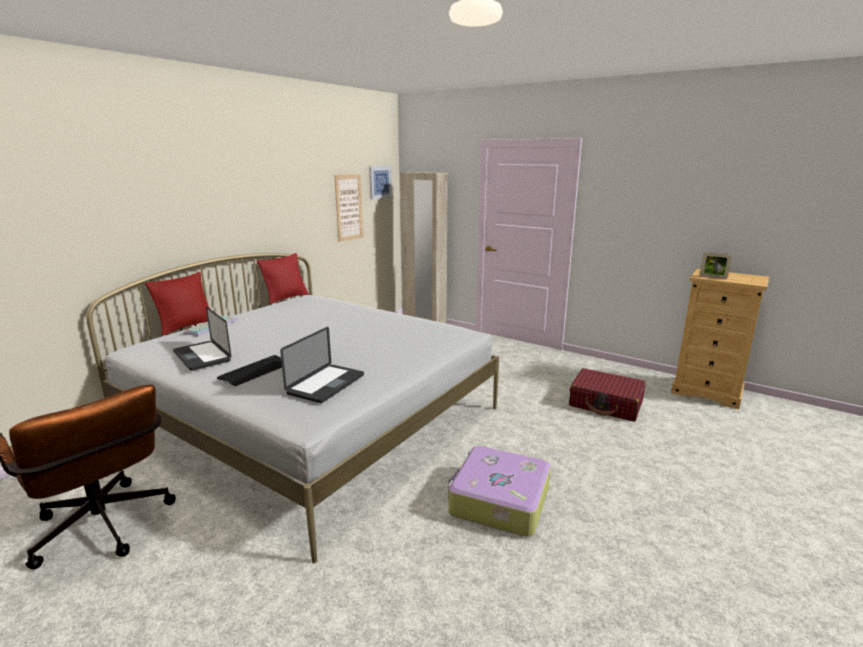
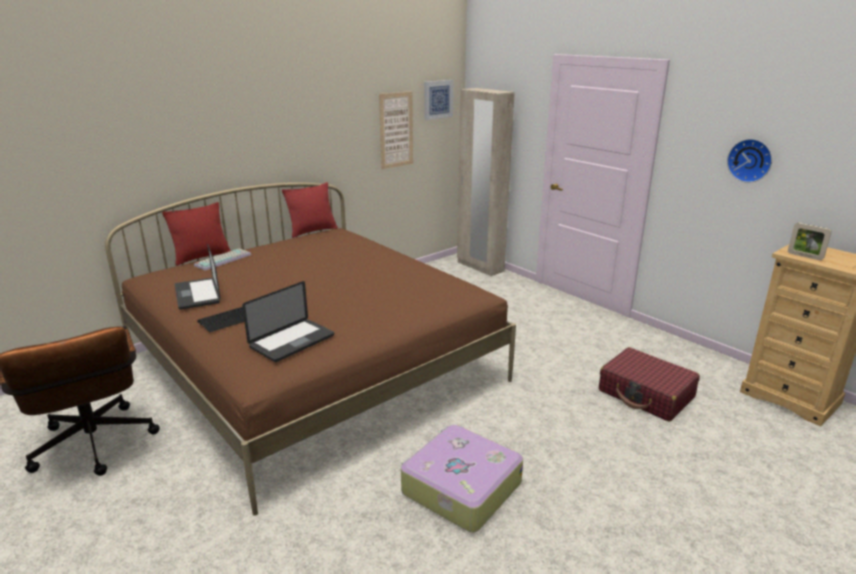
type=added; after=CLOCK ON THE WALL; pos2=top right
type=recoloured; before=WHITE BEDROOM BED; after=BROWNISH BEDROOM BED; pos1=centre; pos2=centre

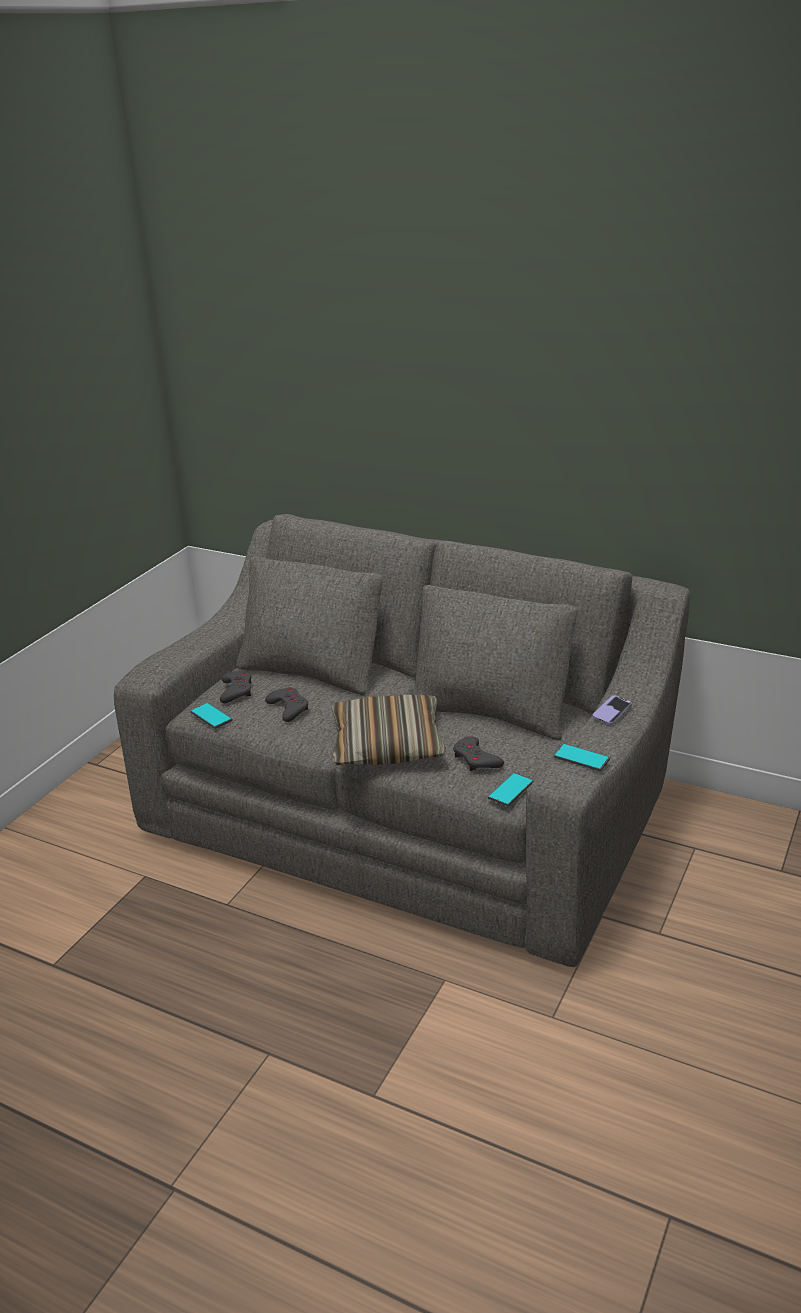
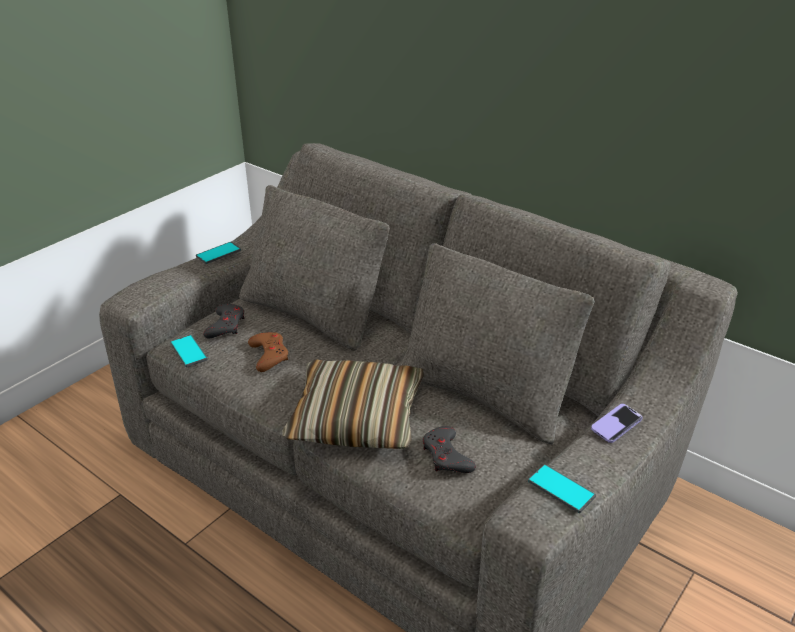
type=moved; before=PHONE (2nd from left); pos1=centre; pos2=middle left
type=recoloured; before=GRAY GAMEPAD (2nd from left); after=BROWNISH GAMEPAD; pos1=centre; pos2=centre

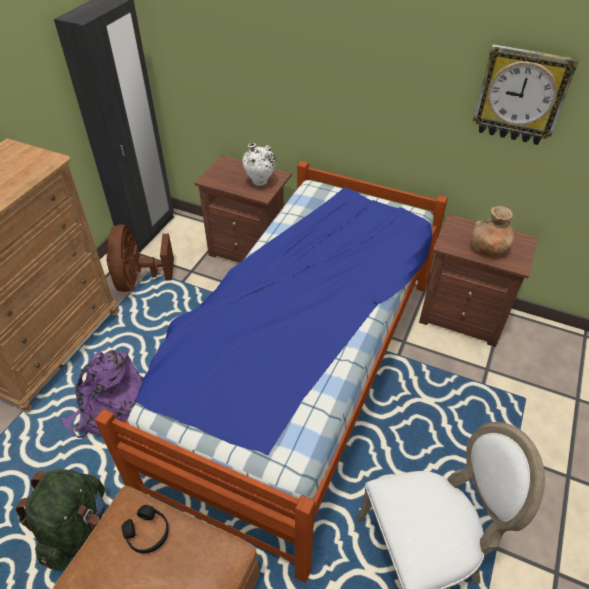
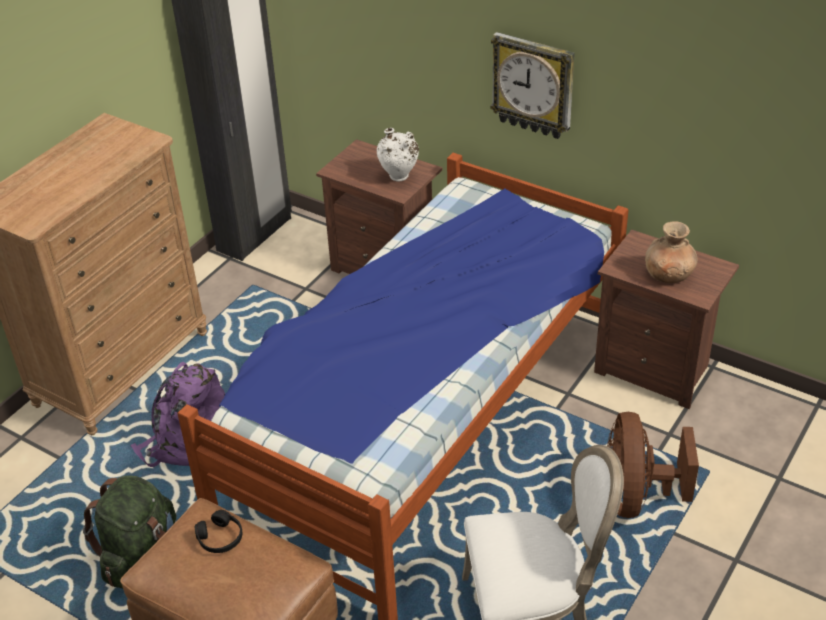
type=moved; before=BROWNISH ELECTRIC FAN; pos1=middle left; pos2=bottom right
type=moved; before=CLOCK ON THE WALL; pos1=top right; pos2=top centre

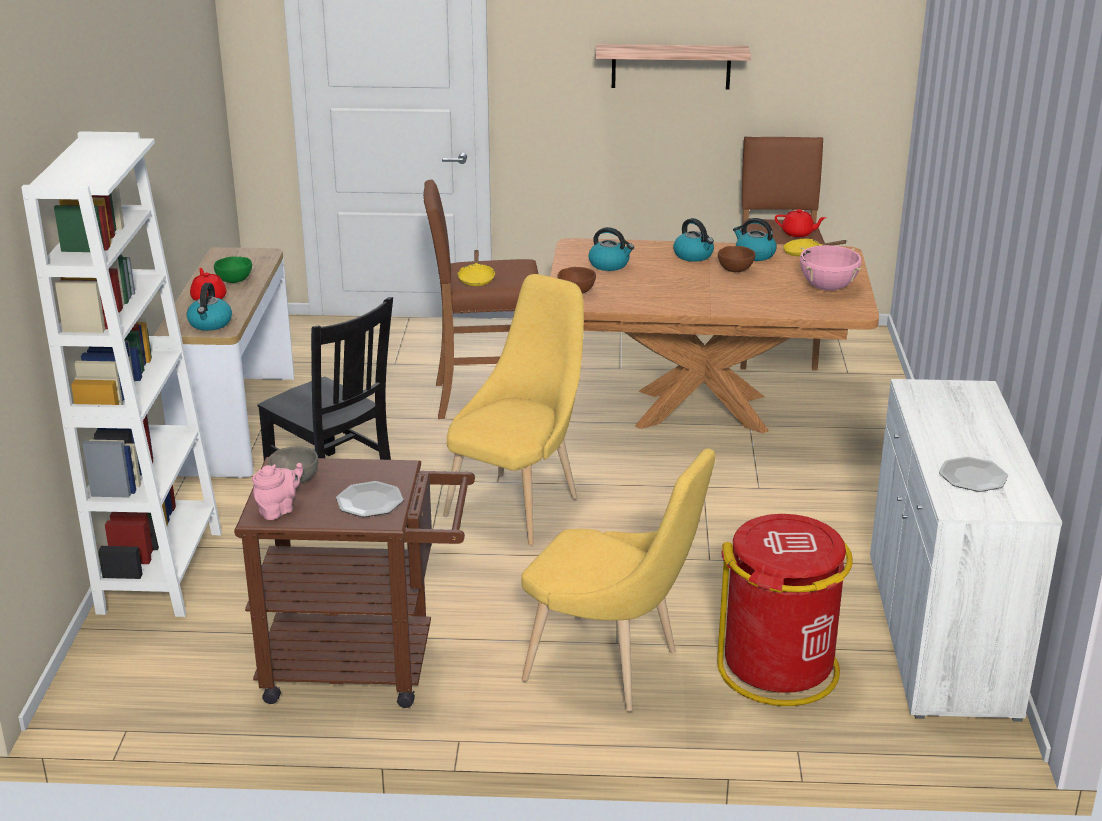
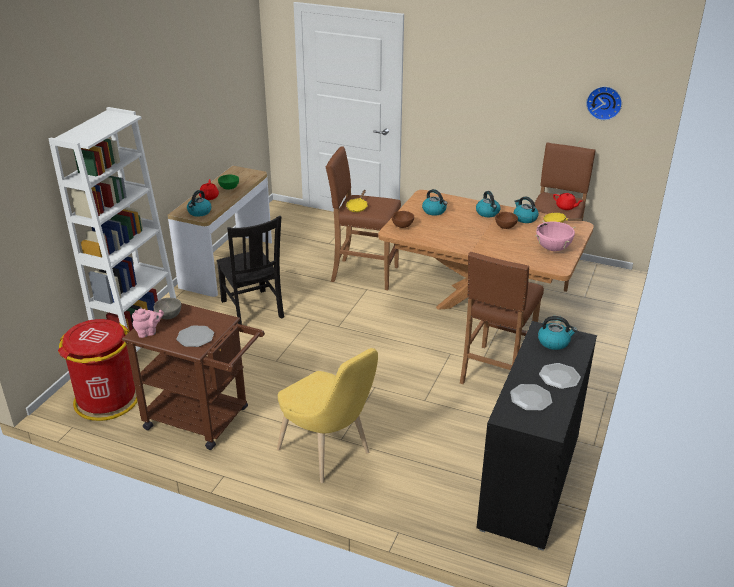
type=removed; before=YELLOWISH UPRIGHT CHAIR (1st from left); pos1=centre
type=removed; before=BRACKET SHELF; pos1=top centre
type=added; after=BROWNISH STOOL SEAT (2nd from left); pos2=middle right
type=added; after=WATER KETTLE (5th from left); pos2=middle right
type=added; after=FLAT DISH (3rd from left); pos2=middle right
type=added; after=CLOCK ON THE WALL; pos2=top right
type=moved; before=REDDISH WASTE BIN; pos1=bottom right; pos2=middle left
type=recoloured; before=WHITE CABINET; after=BLACKISH CABINET; pos1=bottom right; pos2=bottom right

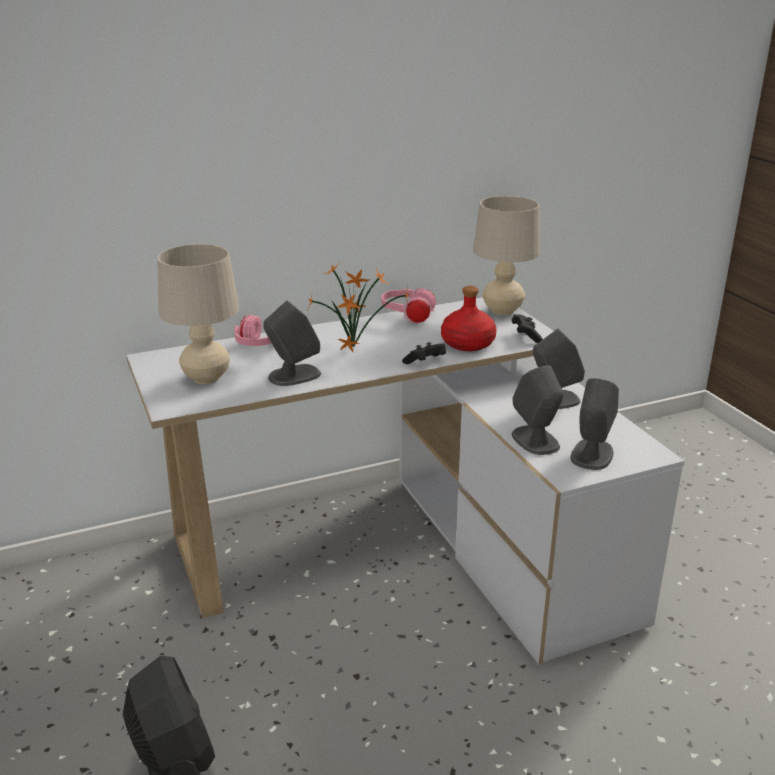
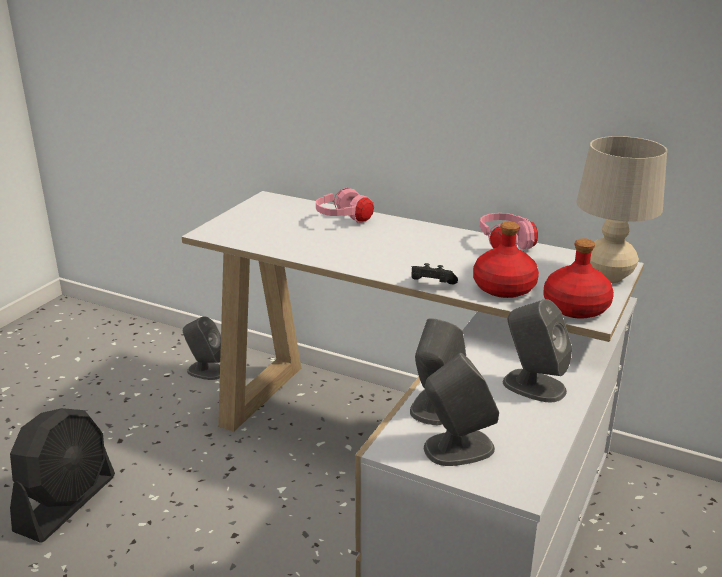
type=removed; before=BEIGE-COLOURED TABLETOP LAMP (1st from left); pos1=middle left
type=removed; before=PLANT IN A POT; pos1=centre
type=moved; before=GRAY AUDIO SPEAKER (1st from left); pos1=centre; pos2=middle left
type=replaced; before=BLACKISH GAMEPAD (2nd from left); after=REDDISH BEVERAGE BOTTLE (2nd from left); pos1=middle right; pos2=middle right

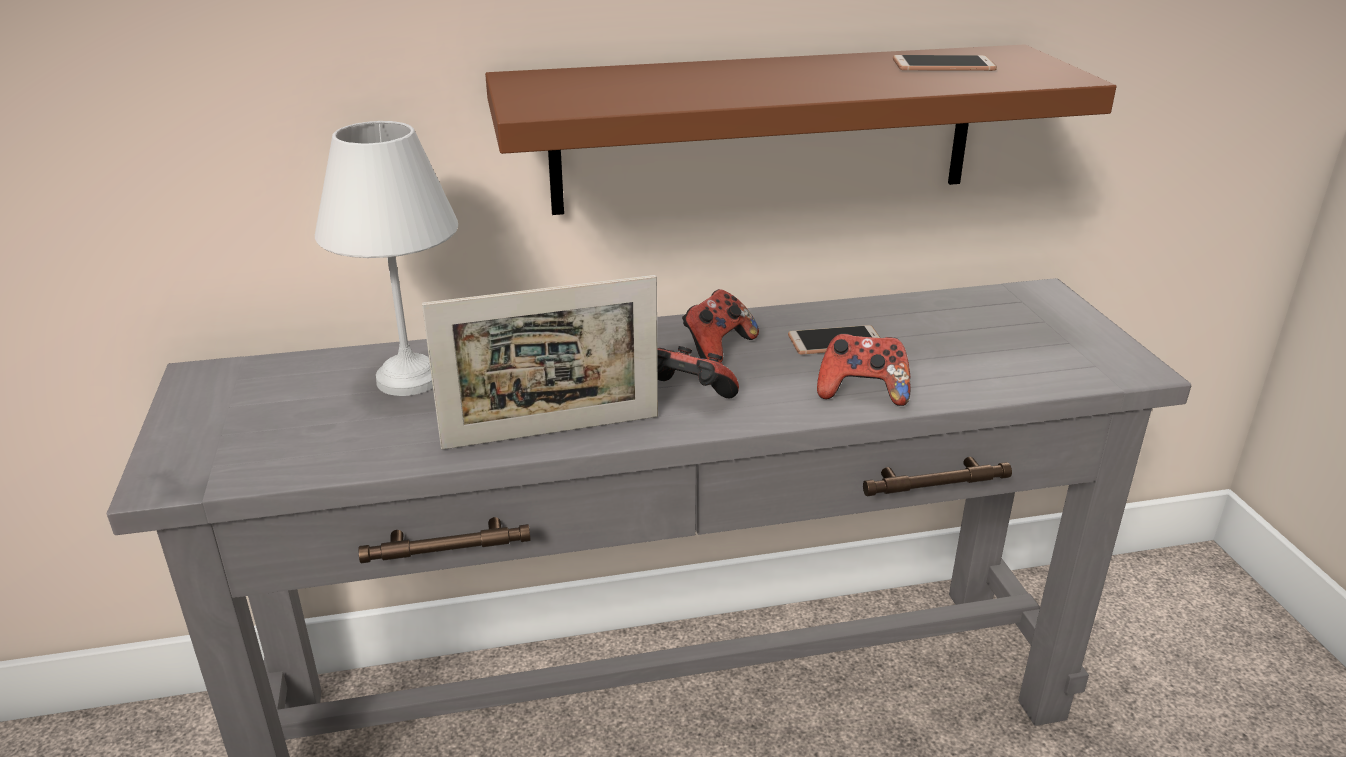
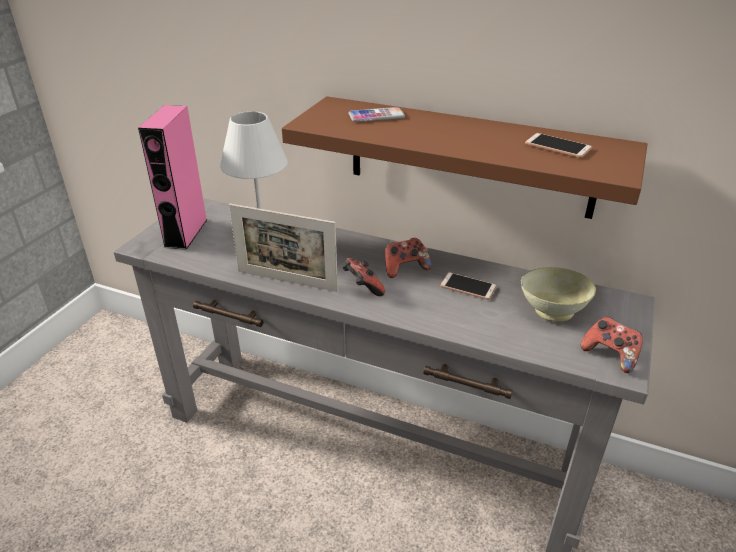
type=added; after=PINK AUDIO SPEAKER; pos2=top left
type=added; after=PHONE (1st from left); pos2=top centre
type=added; after=BEIGE-COLOURED SERVING BOWL; pos2=middle right
type=moved; before=GAMEPAD (3rd from left); pos1=centre; pos2=middle right

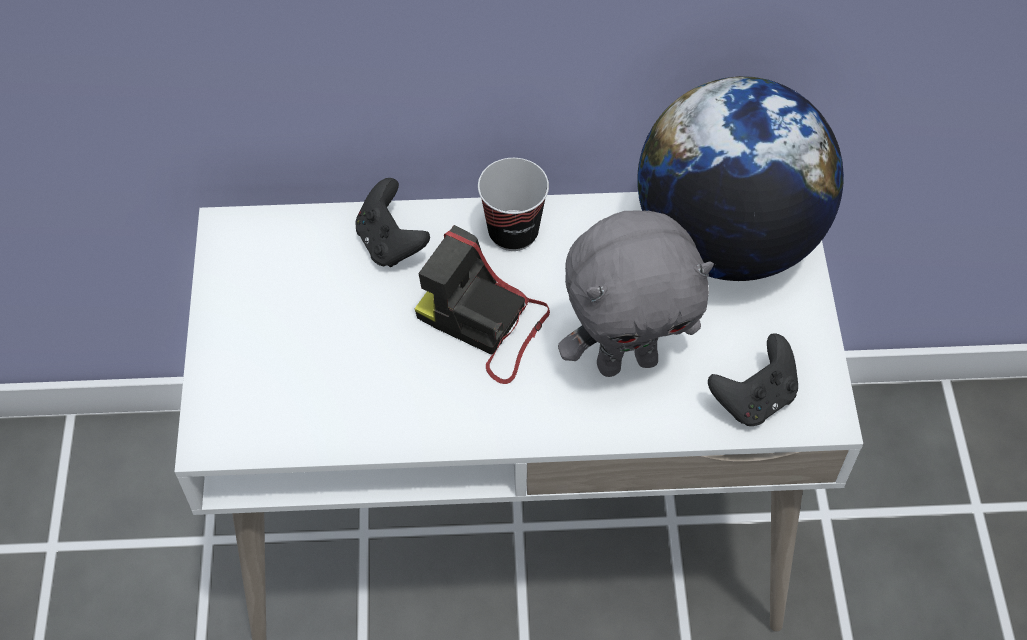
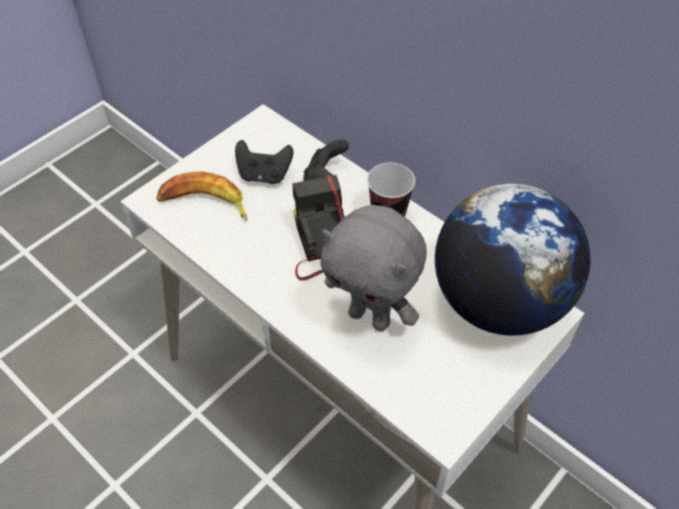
type=added; after=BANANA FRUIT; pos2=middle left
type=moved; before=BLACKISH GAMEPAD (2nd from left in the first image); after=BLACKISH GAMEPAD (1st from left); pos1=middle right; pos2=top centre

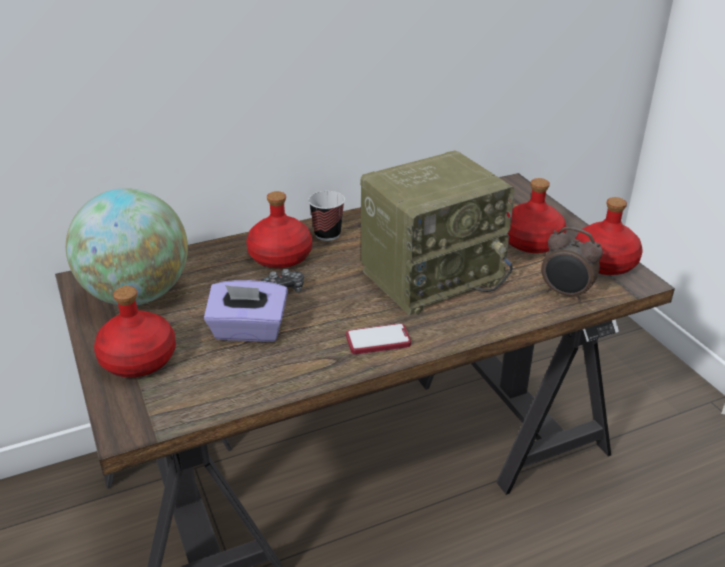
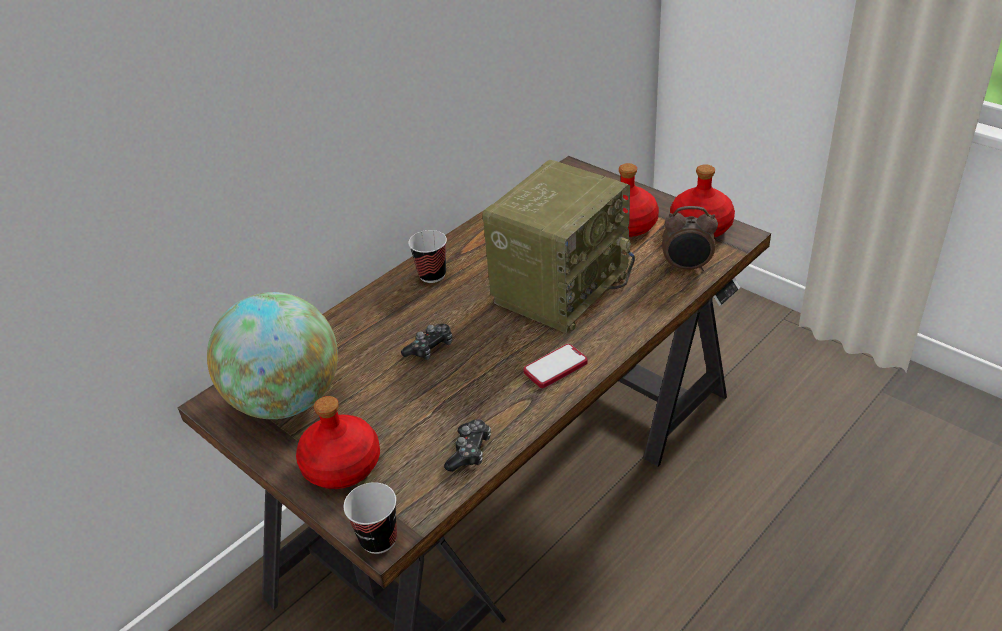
type=removed; before=PURPLISH TISSUE HOLDER; pos1=centre
type=removed; before=REDDISH BEVERAGE BOTTLE (2nd from left); pos1=centre
type=added; after=SMALL CUP (1st from left); pos2=bottom centre
type=added; after=GAMEPAD (2nd from left); pos2=bottom centre

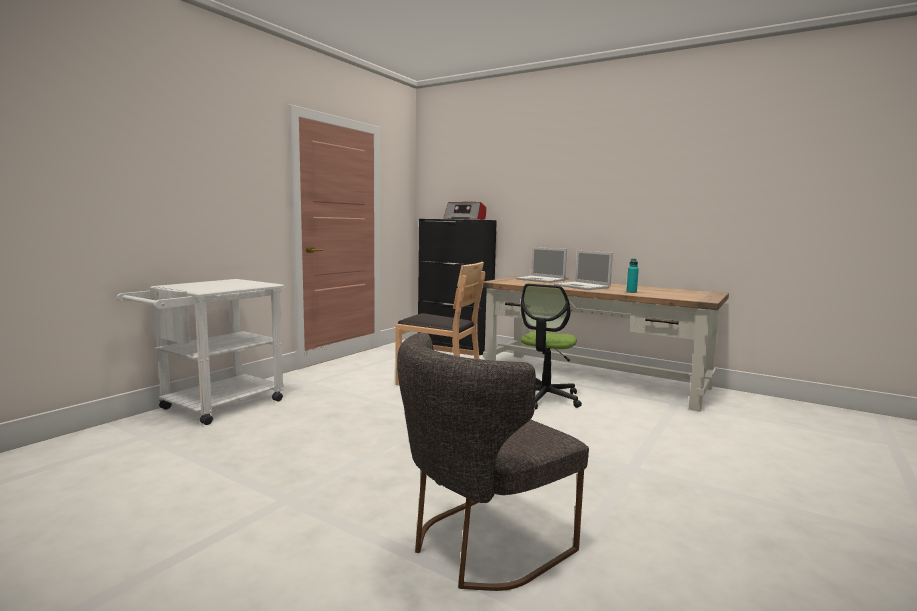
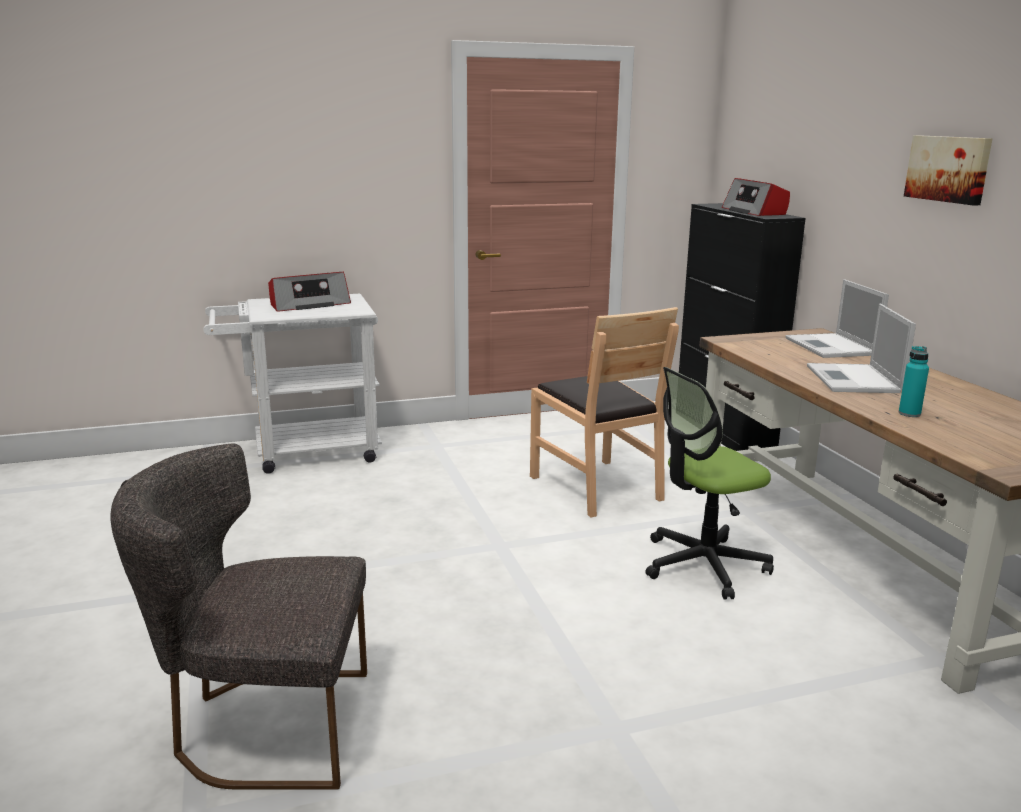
type=added; after=RADIO SET (1st from left); pos2=middle left
type=added; after=PICTURE; pos2=top right

